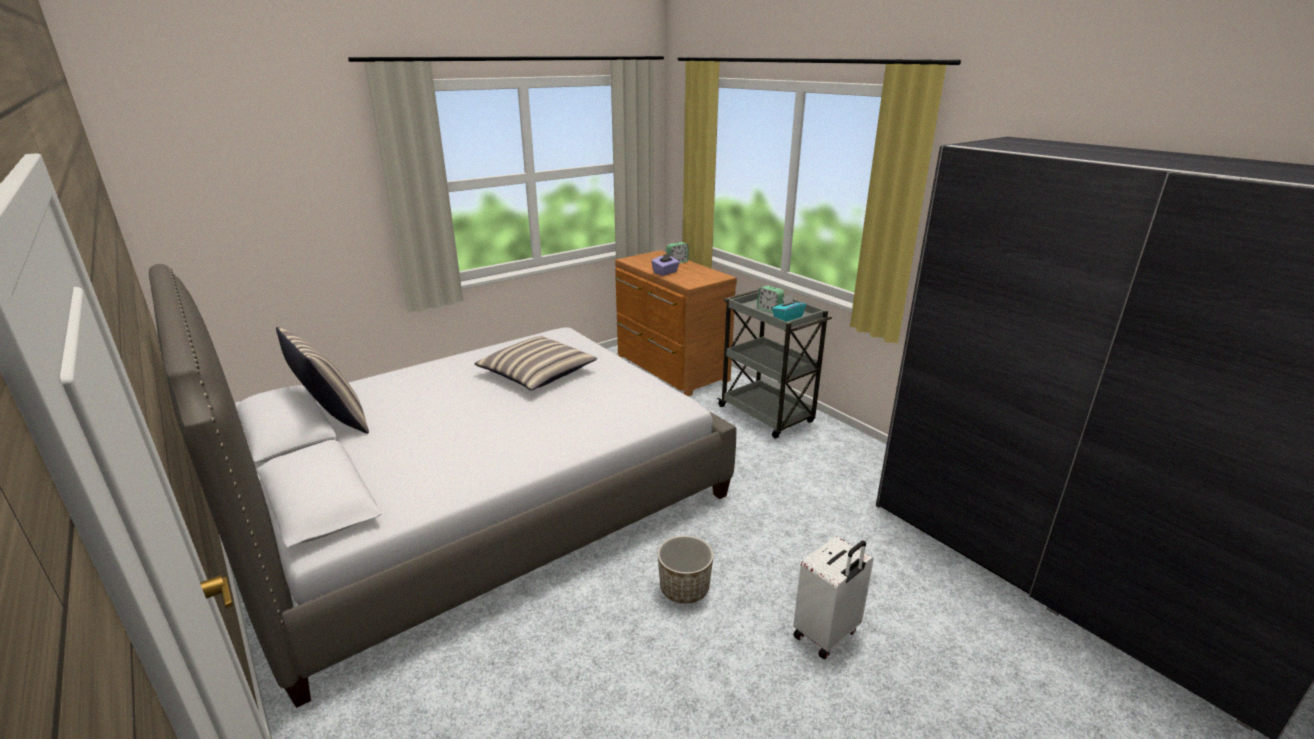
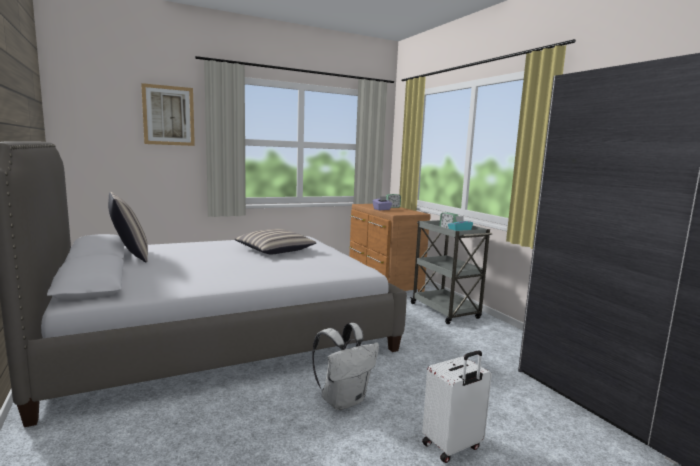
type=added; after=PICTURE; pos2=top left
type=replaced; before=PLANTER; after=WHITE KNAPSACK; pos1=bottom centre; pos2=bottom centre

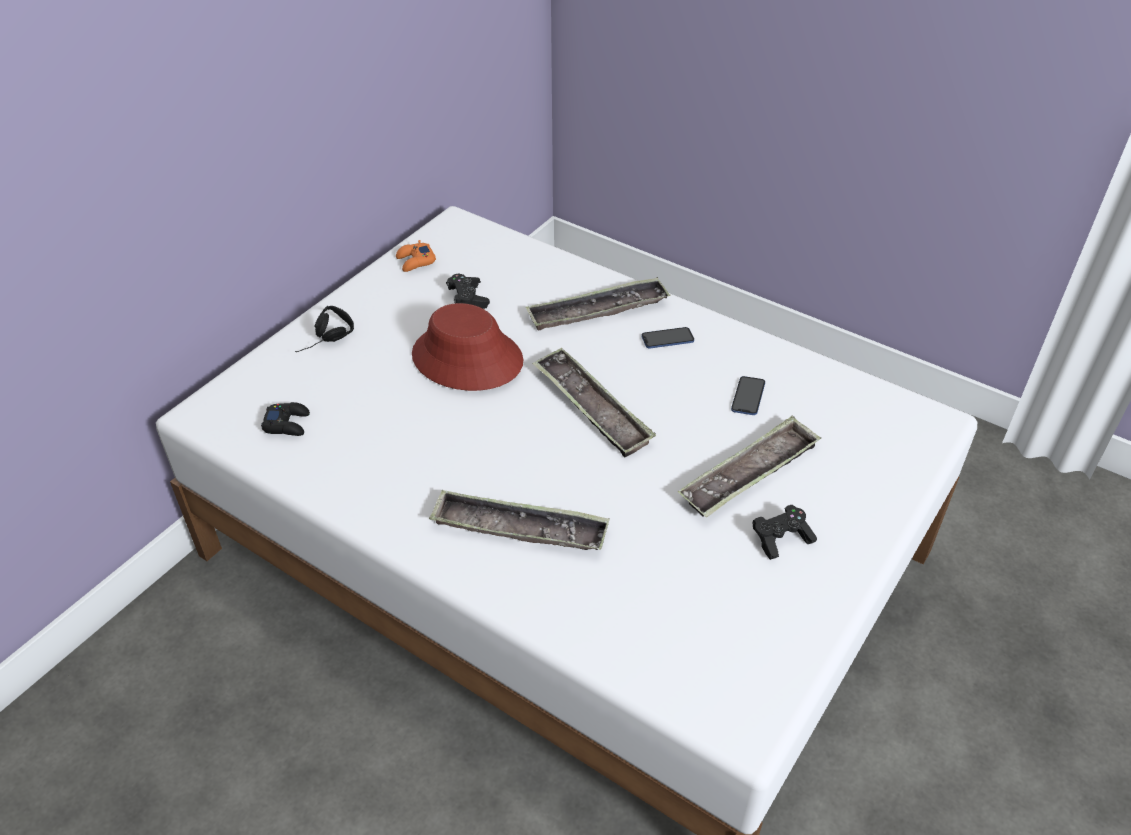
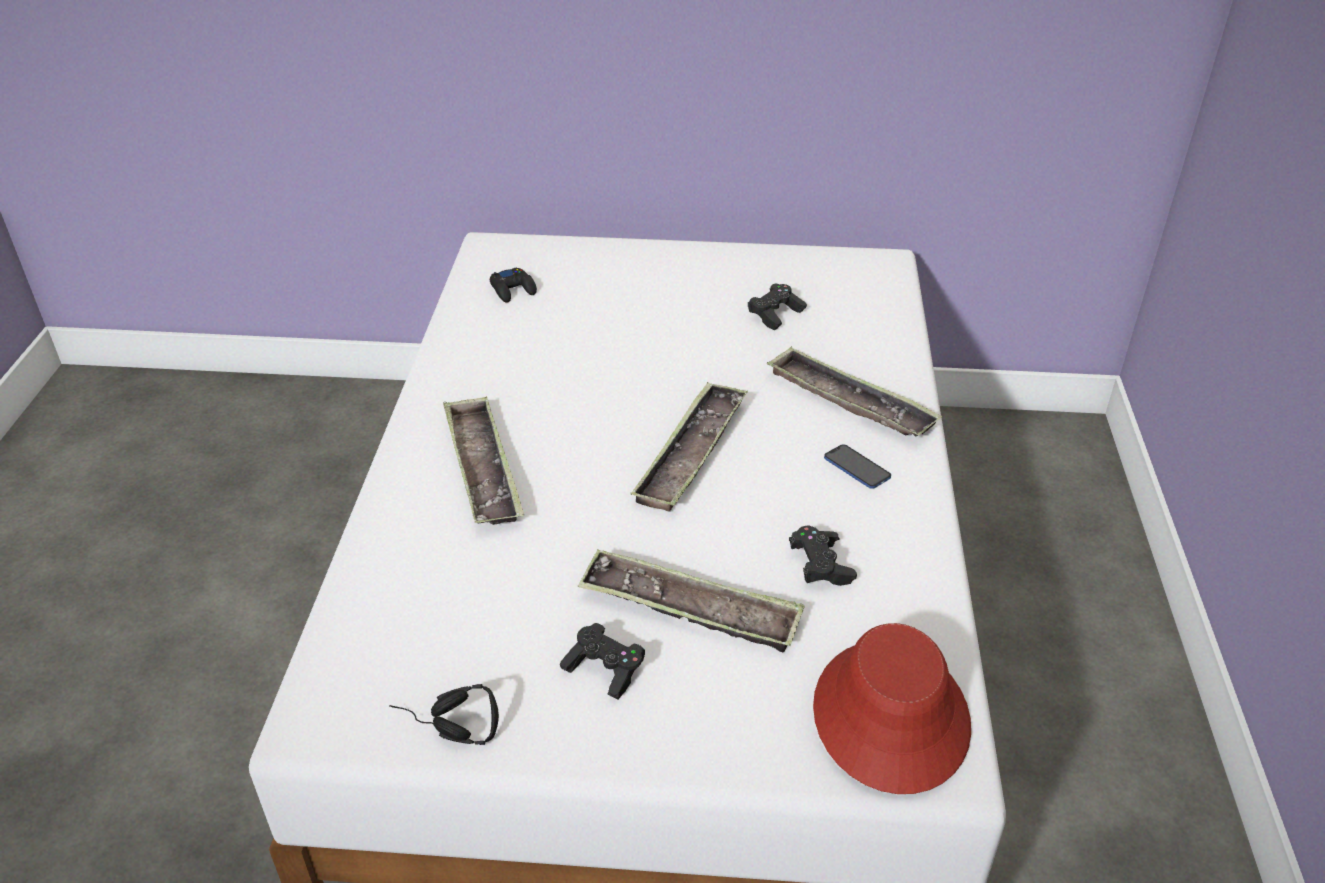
type=removed; before=ORANGE-COLOURED GAMEPAD; pos1=top centre
type=moved; before=BLACKISH PAIR OF HEADPHONES; pos1=middle left; pos2=bottom centre
type=moved; before=REDDISH HAT; pos1=centre; pos2=bottom right
type=replaced; before=PHONE (2nd from left); after=BLACKISH GAMEPAD (4th from left); pos1=centre; pos2=centre

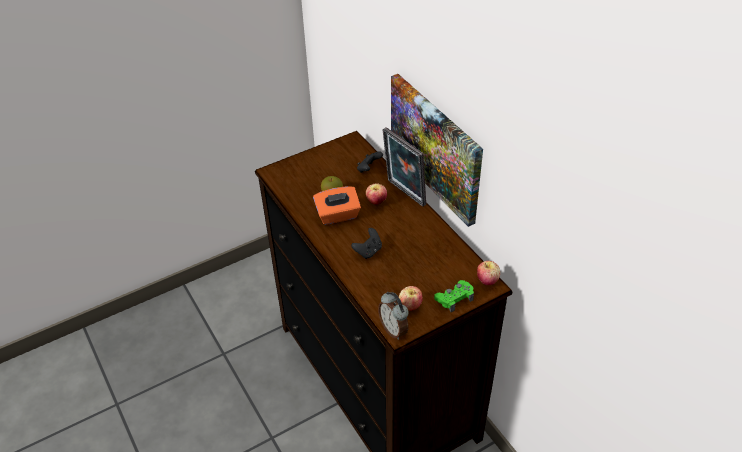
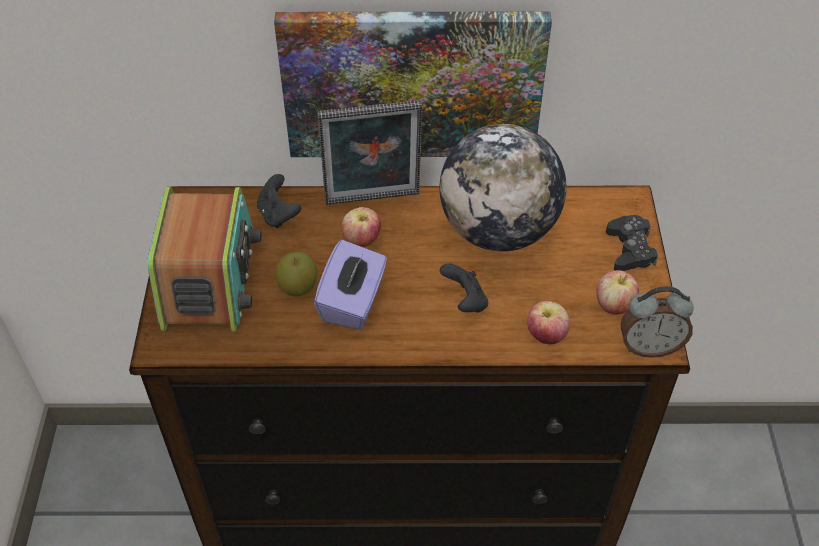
type=added; after=RADIO SET; pos2=middle left
type=added; after=DESK GLOBE; pos2=centre
type=moved; before=WHOLE APPLE (4th from left in the first image); after=WHOLE APPLE (3rd from left); pos1=centre; pos2=middle right
type=recoloured; before=ORANGE-COLOURED TISSUE HOLDER; after=PURPLISH TISSUE HOLDER; pos1=centre; pos2=centre
type=recoloured; before=GREEN GAMEPAD; after=BLACKISH GAMEPAD (3rd from left); pos1=centre; pos2=middle right

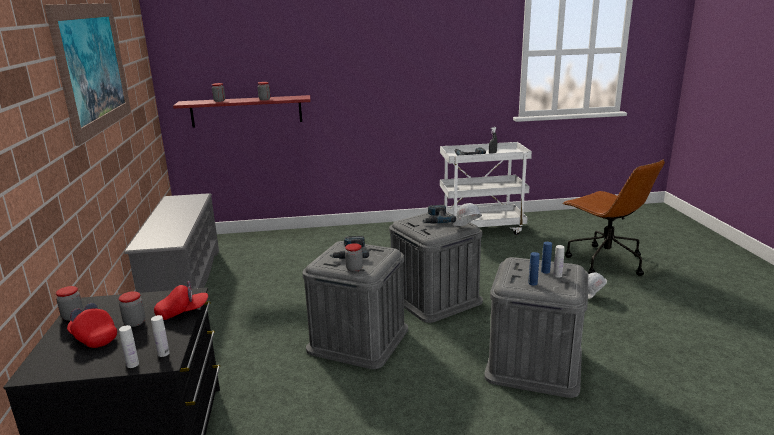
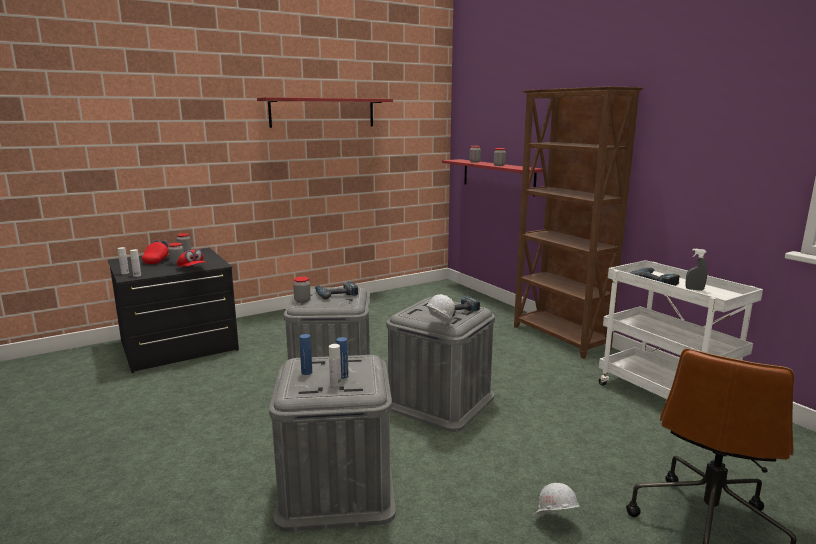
type=removed; before=GRAY SHOE STAND; pos1=middle left
type=added; after=BROWNISH BOOKCASE; pos2=middle right
type=replaced; before=PICTURE; after=REDDISH BRACKET SHELF (1st from left); pos1=top left; pos2=top centre

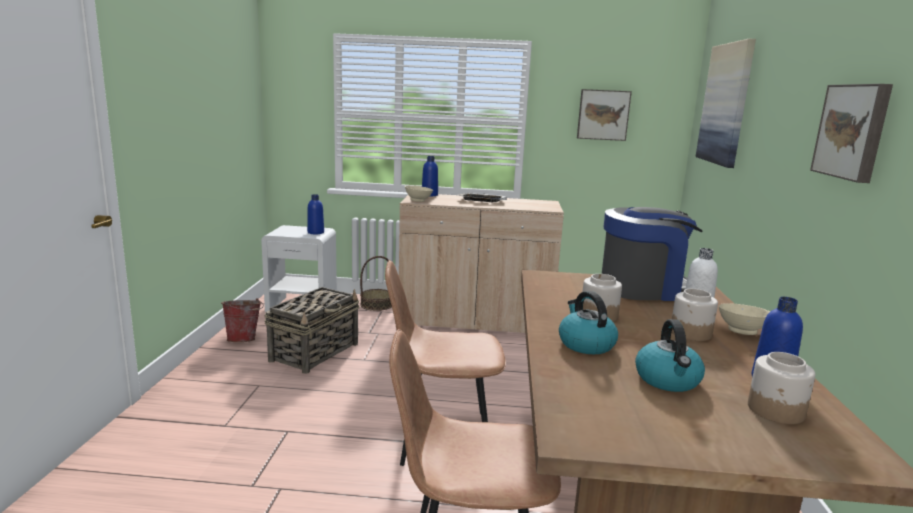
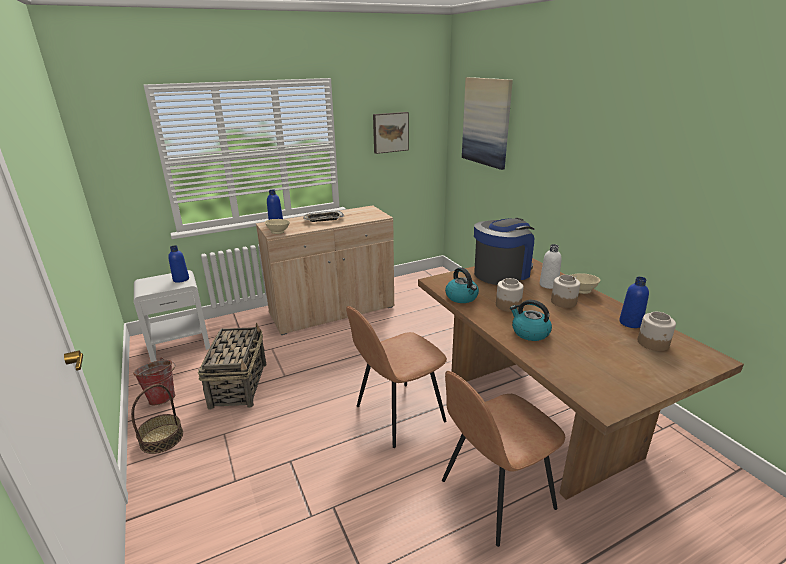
type=removed; before=PICTURE (3rd from left); pos1=top right
type=moved; before=STORAGE BASKET (2nd from left in the first image); after=STORAGE BASKET (1st from left); pos1=centre; pos2=bottom left
type=moved; before=WATER KETTLE (2nd from left in the first image); after=WATER KETTLE (1st from left); pos1=bottom right; pos2=centre

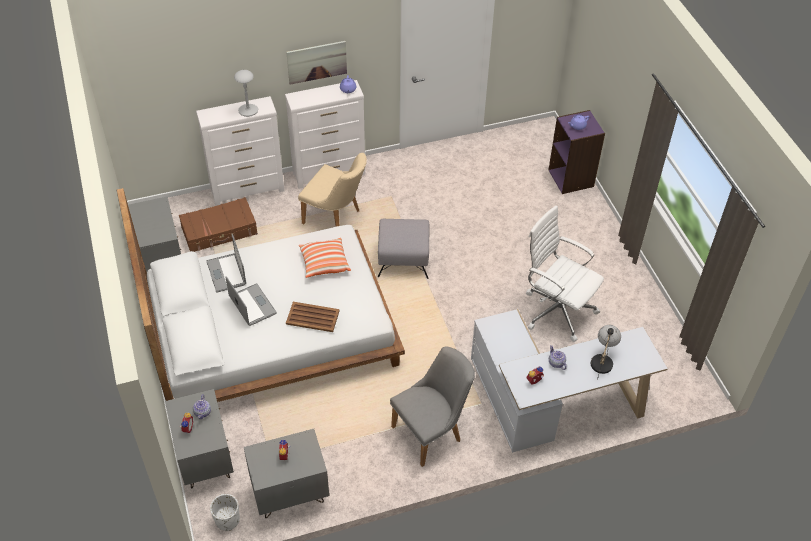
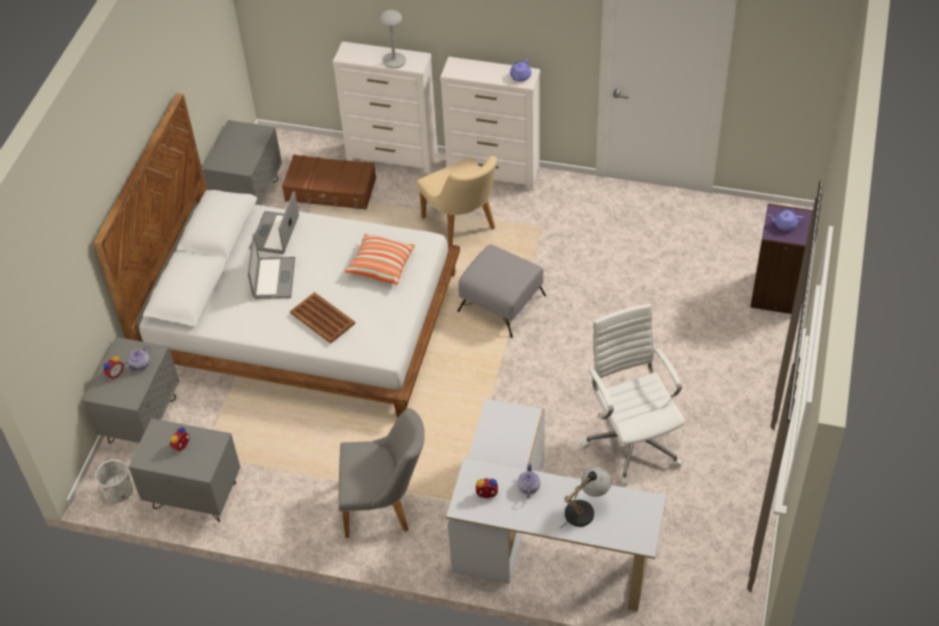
type=removed; before=PICTURE; pos1=top centre

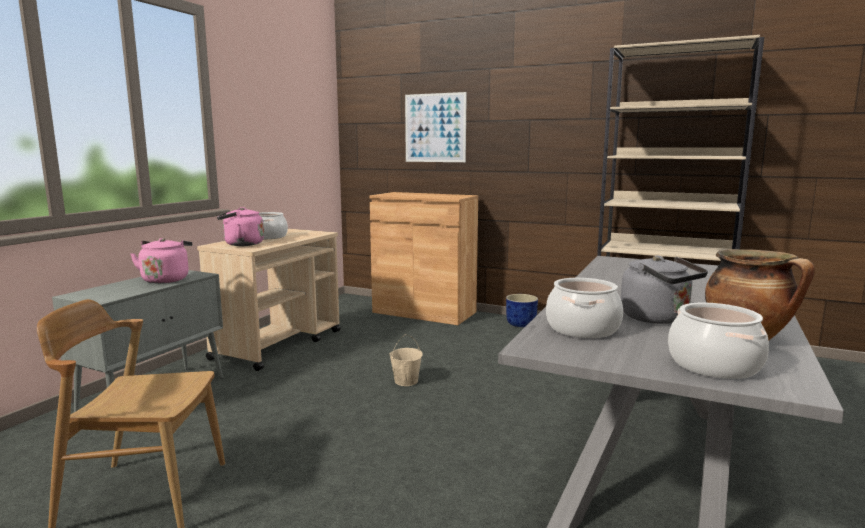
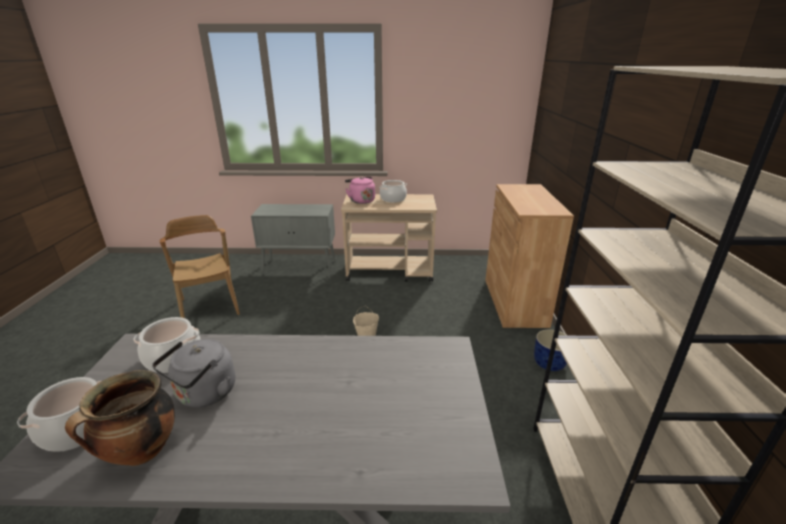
type=removed; before=PINK WATER KETTLE (1st from left); pos1=middle left
type=removed; before=PICTURE; pos1=top centre

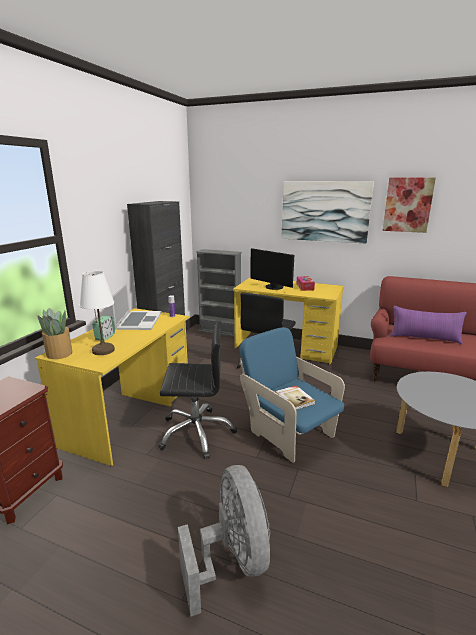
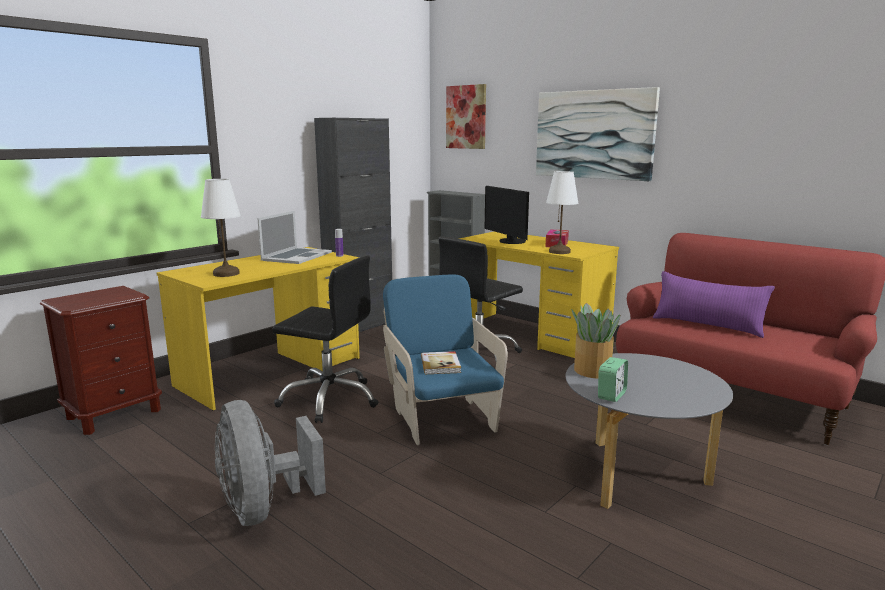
type=added; after=WHITE TABLETOP LAMP (2nd from left); pos2=centre
type=moved; before=PLANT IN A POT; pos1=middle left; pos2=middle right
type=moved; before=TABLE CLOCK; pos1=middle left; pos2=middle right
type=moved; before=PICTURE (2nd from left in the first image); after=PICTURE (1st from left); pos1=top right; pos2=top centre
type=turned; before=GRAY ELECTRIC FAN; pos1=bottom centre; pos2=bottom left; turn=150

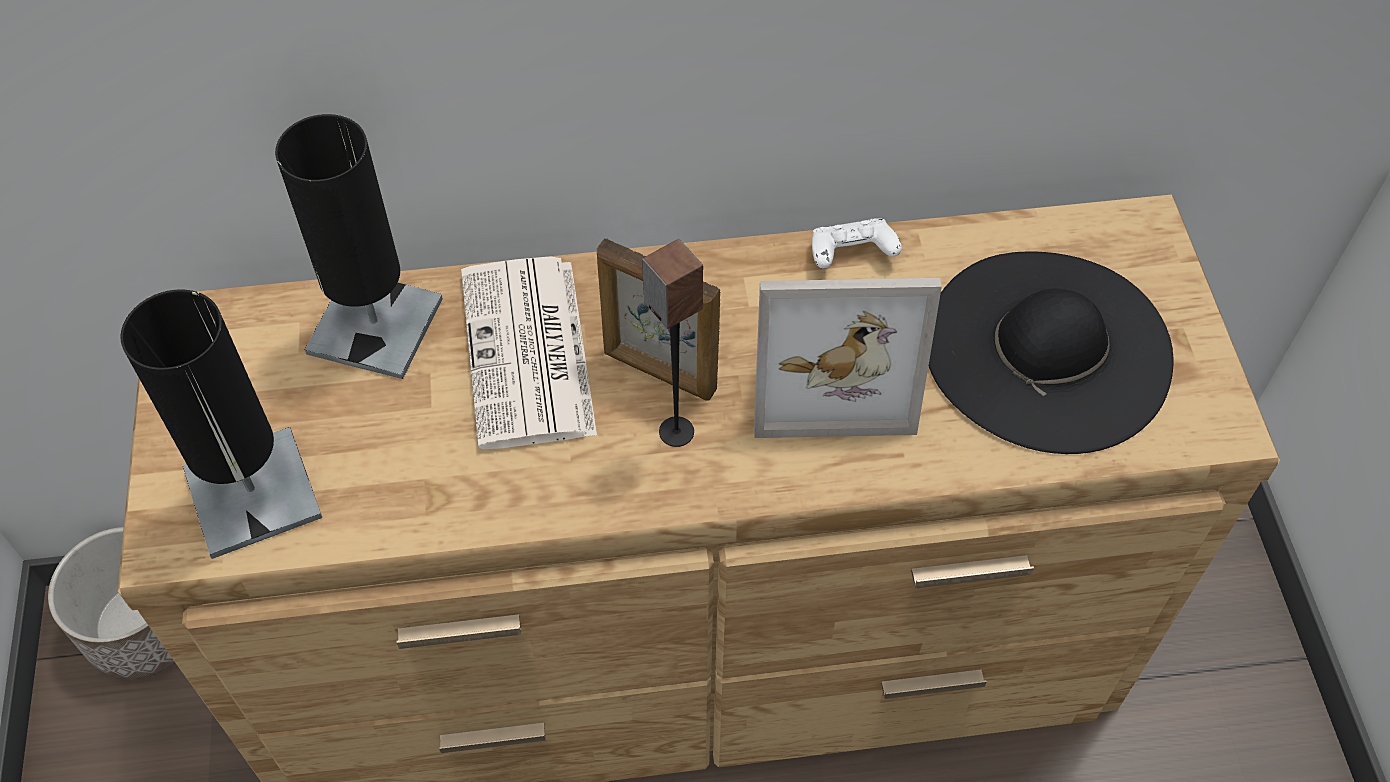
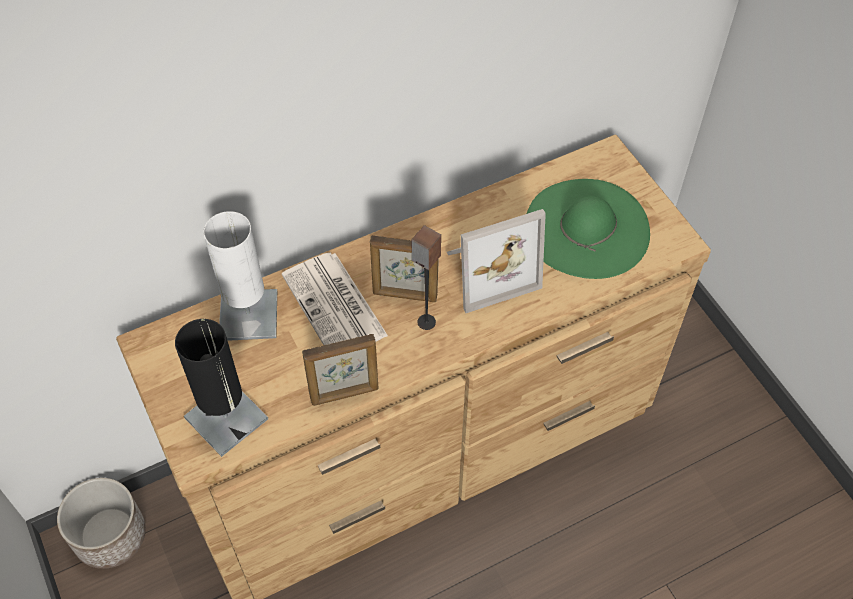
type=removed; before=WHITE GAMEPAD; pos1=top centre
type=added; after=PICTURE FRAME (1st from left); pos2=centre
type=recoloured; before=BLACKISH TABLETOP LAMP (2nd from left); after=WHITE TABLETOP LAMP; pos1=top left; pos2=middle left
type=recoloured; before=BLACKISH HAT; after=GREEN HAT; pos1=middle right; pos2=middle right

